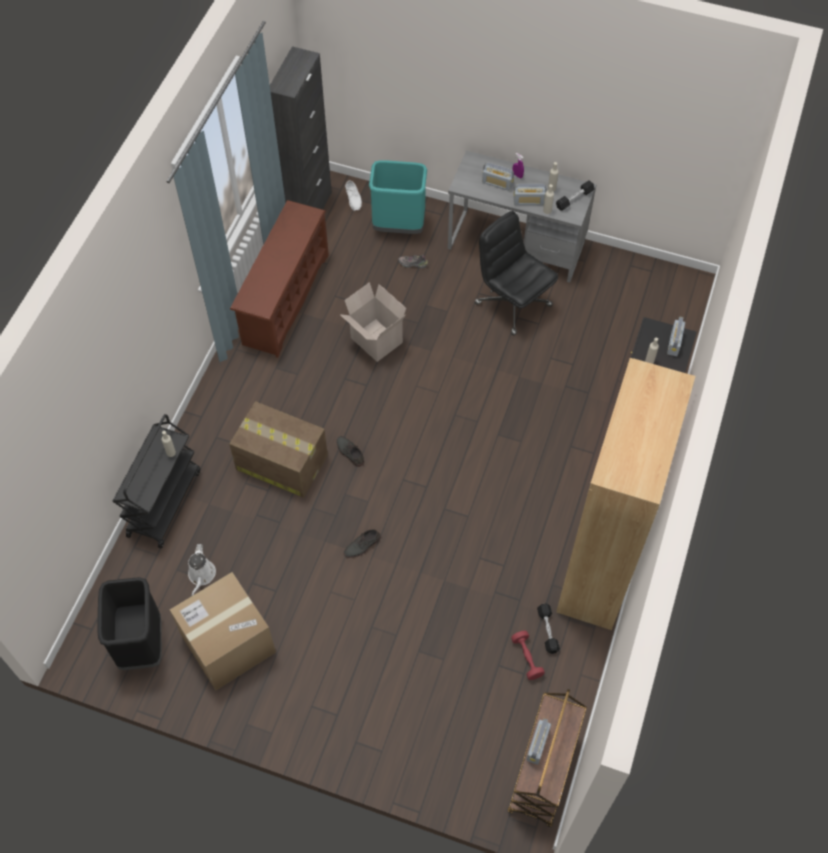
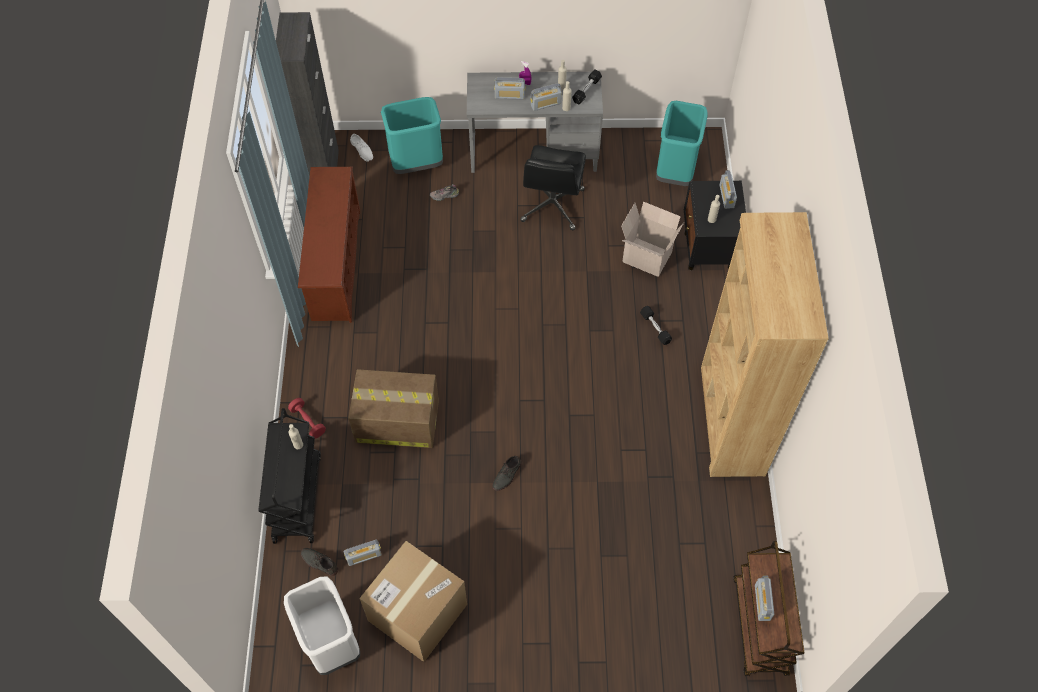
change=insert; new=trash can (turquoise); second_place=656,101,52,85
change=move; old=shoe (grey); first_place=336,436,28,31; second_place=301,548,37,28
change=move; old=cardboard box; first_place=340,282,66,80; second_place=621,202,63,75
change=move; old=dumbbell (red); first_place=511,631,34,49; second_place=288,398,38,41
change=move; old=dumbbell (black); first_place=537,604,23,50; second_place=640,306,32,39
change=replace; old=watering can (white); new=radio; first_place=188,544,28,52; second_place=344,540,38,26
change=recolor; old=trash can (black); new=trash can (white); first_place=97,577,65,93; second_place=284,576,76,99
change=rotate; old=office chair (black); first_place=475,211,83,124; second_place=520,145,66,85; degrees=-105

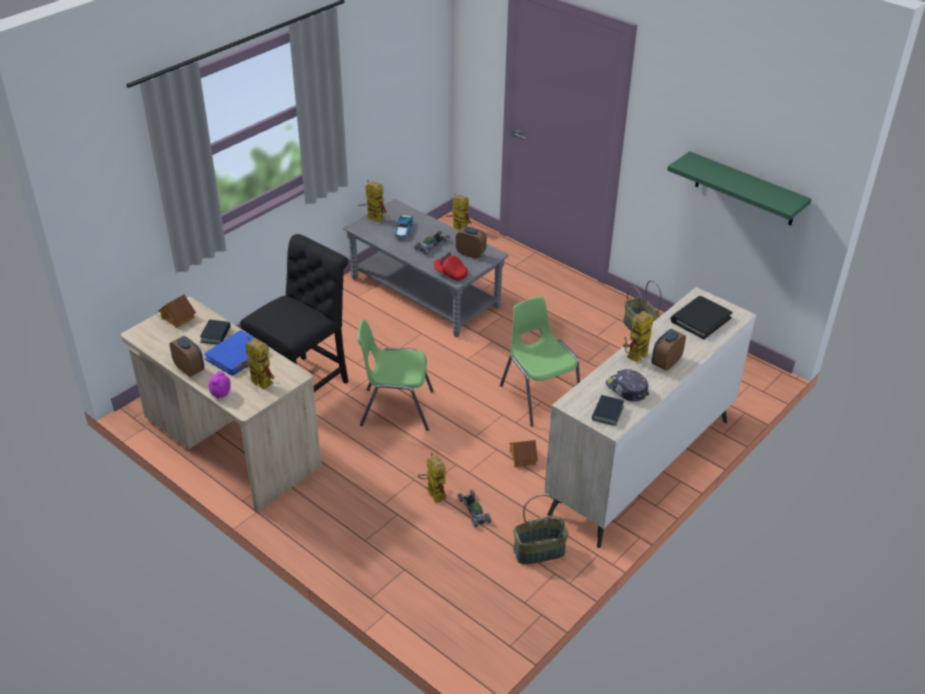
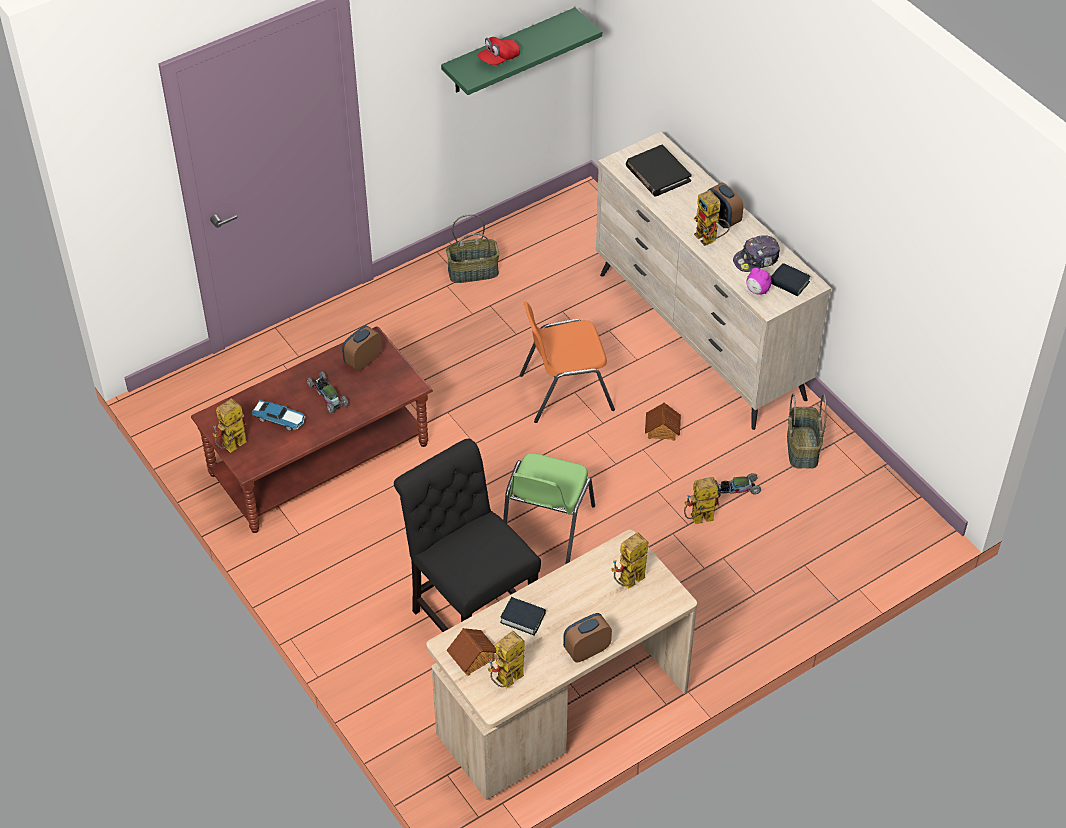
change=delete; old=book (blue); first_place=204,330,65,45
change=move; old=alarm clock; first_place=208,371,23,28; second_place=747,268,24,27
change=move; old=cap (red); first_place=434,252,34,29; second_place=478,37,42,28
change=move; old=toy robot; first_place=445,194,26,36; second_place=488,631,37,58
change=recolor; old=coffee table (grey); new=coffee table (brown); first_place=343,199,166,138; second_place=191,326,242,207
change=recolor; old=chair (green); new=chair (orange); first_place=500,297,80,129; second_place=520,302,95,121

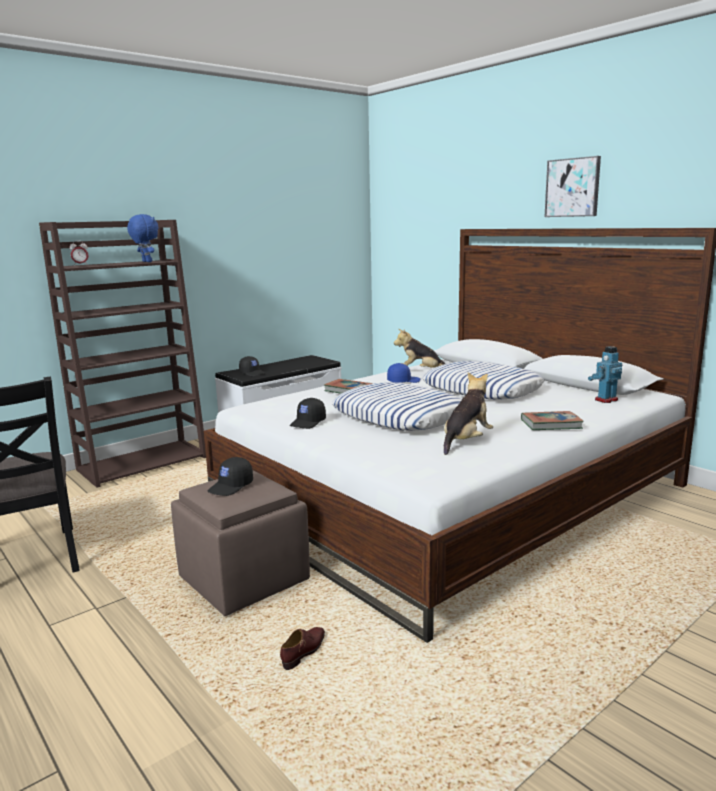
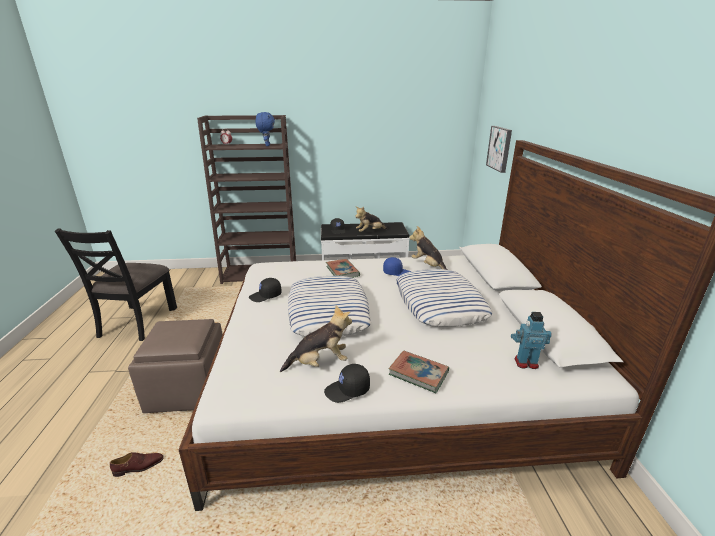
change=insert; new=plush toy; second_place=355,206,32,26
change=move; old=cap (black); first_place=208,457,45,39; second_place=324,364,46,39
change=move; old=picture; first_place=544,156,57,61; second_place=486,126,26,47

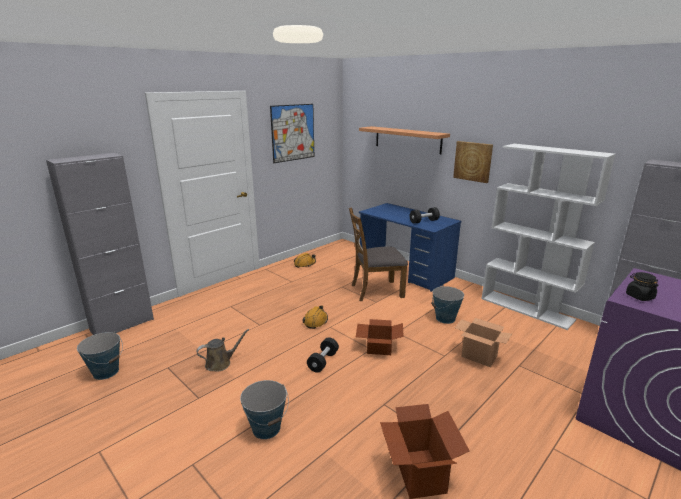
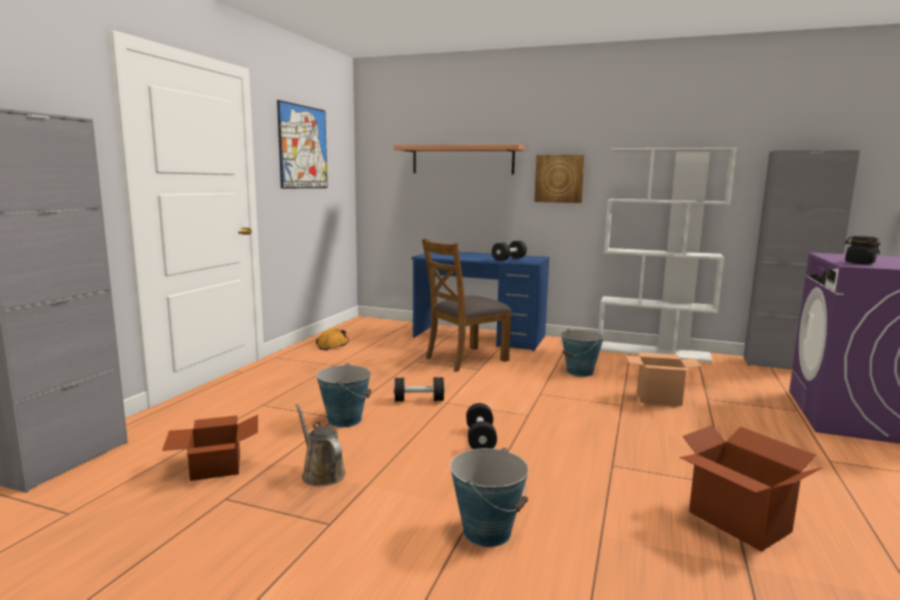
change=move; old=bucket; first_place=77,332,46,48; second_place=316,363,55,64
change=move; old=cardboard box; first_place=356,319,48,36; second_place=162,415,96,66
change=replace; old=hard hat (orange); new=dumbbell (black); first_place=303,305,25,24; second_place=393,377,52,25
change=rotate; old=watering can (brown); first_place=196,329,54,43; second_place=295,403,51,83; degrees=-75

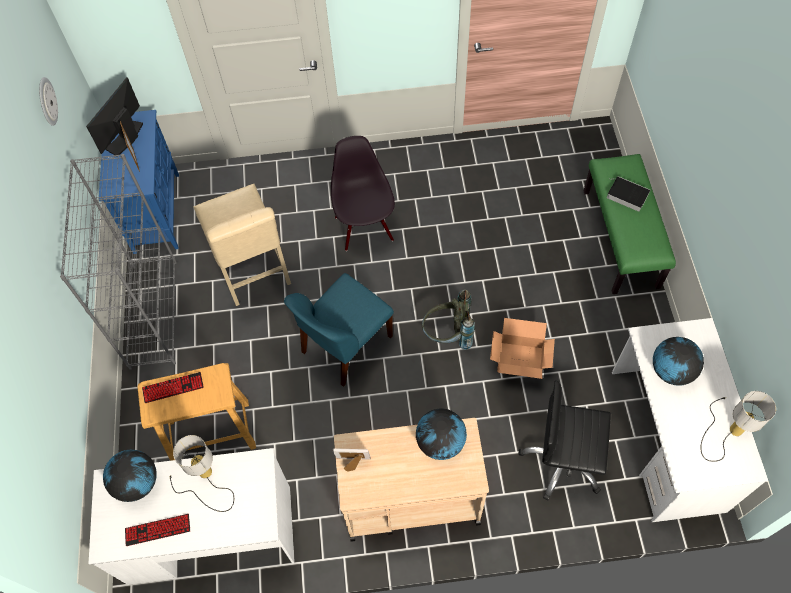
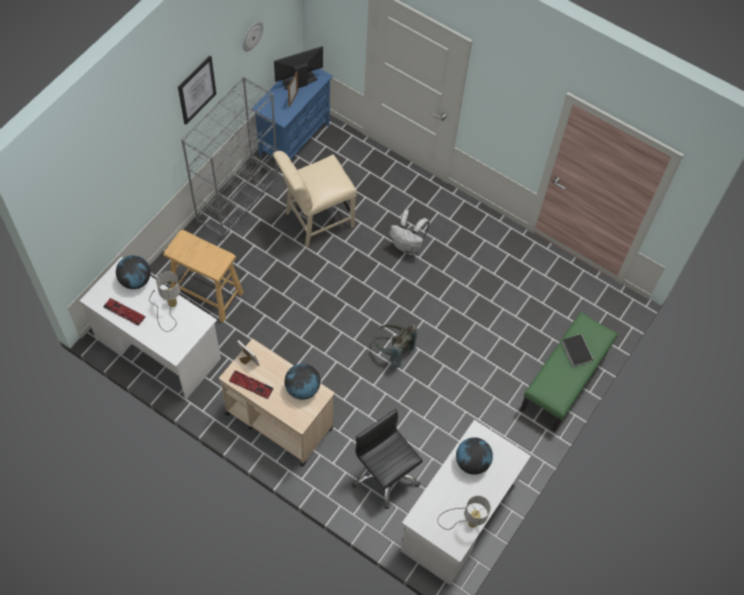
change=delete; old=chair (blue); first_place=284,273,110,114
change=delete; old=cardboard box; first_place=490,318,65,61
change=insert; new=picture; second_place=178,56,38,68
change=move; old=keyboard; first_place=142,372,62,31; second_place=229,370,45,29
change=replace; old=chair (black); new=backpack (white); first_place=331,136,64,115; second_place=389,210,41,45
change=rotate; old=chair (beige); first_place=194,184,97,122; second_place=273,151,84,96; degrees=45

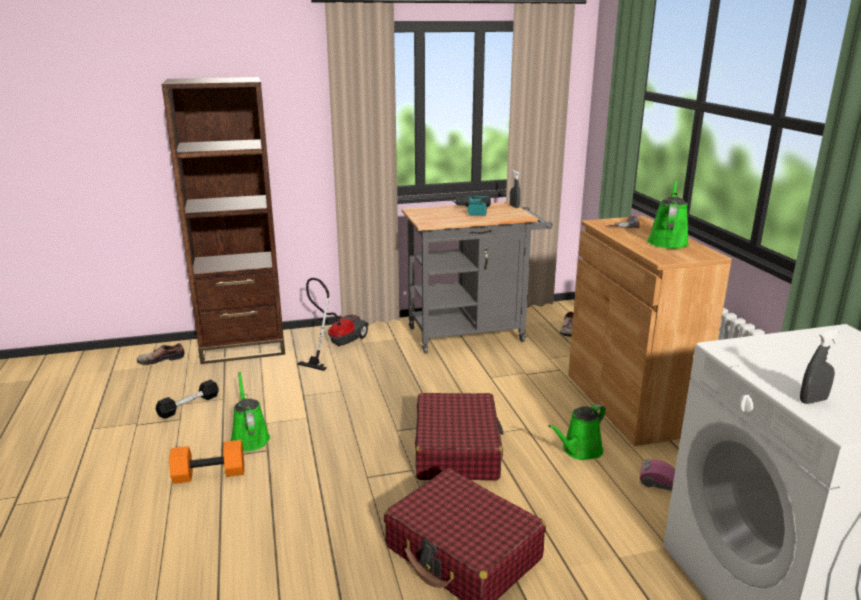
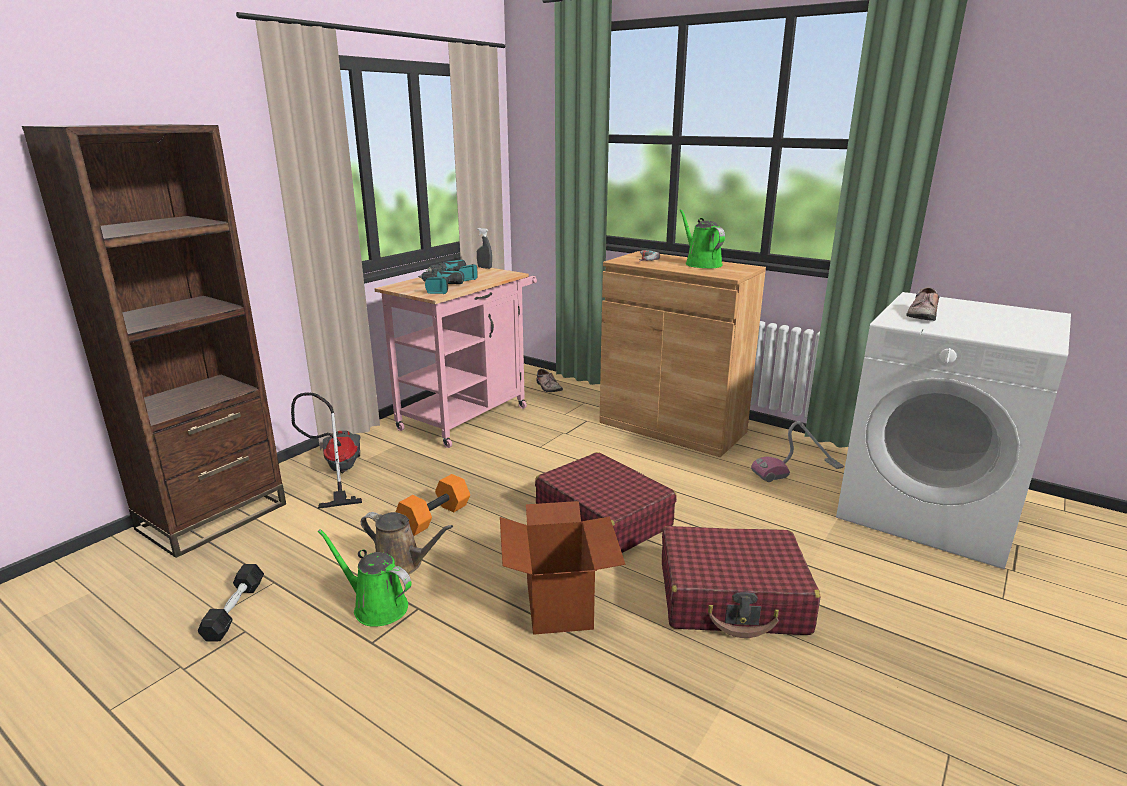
change=delete; old=watering can (green); first_place=548,404,58,56
change=delete; old=spray bottle (grey); first_place=800,328,42,76
change=insert; new=watering can (brown); second_place=361,512,92,66
change=insert; new=power drill; second_place=418,270,46,24
change=insert; new=cardboard box; second_place=500,501,125,134
change=move; old=shoe; first_place=137,343,47,22; second_place=906,287,34,34
change=move; old=dumbbell (orange); first_place=169,440,75,44; second_place=396,474,74,62
change=recolor; old=cart (grey); new=cart (pink); first_place=402,202,151,152; second_place=374,265,163,183

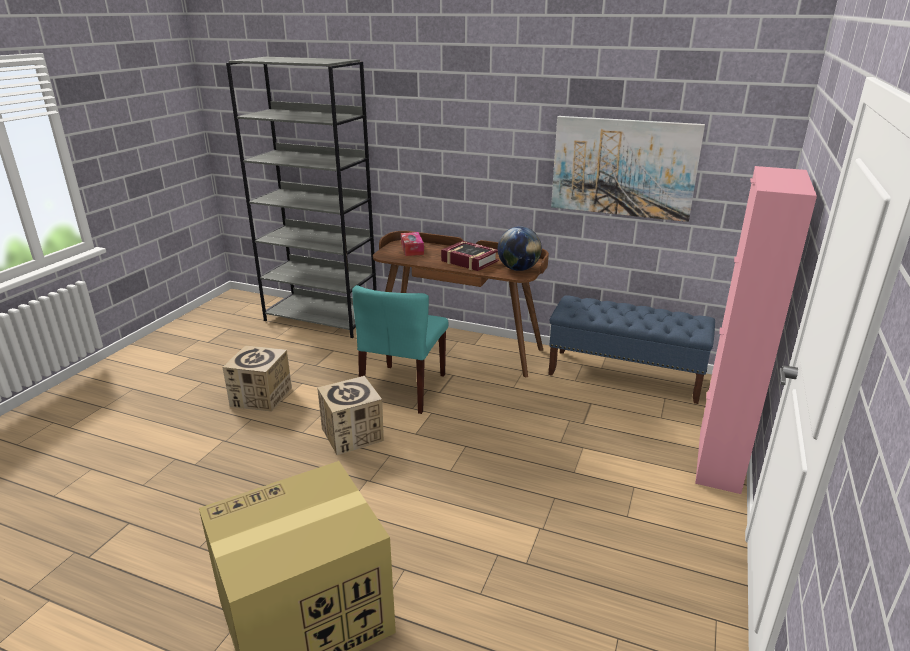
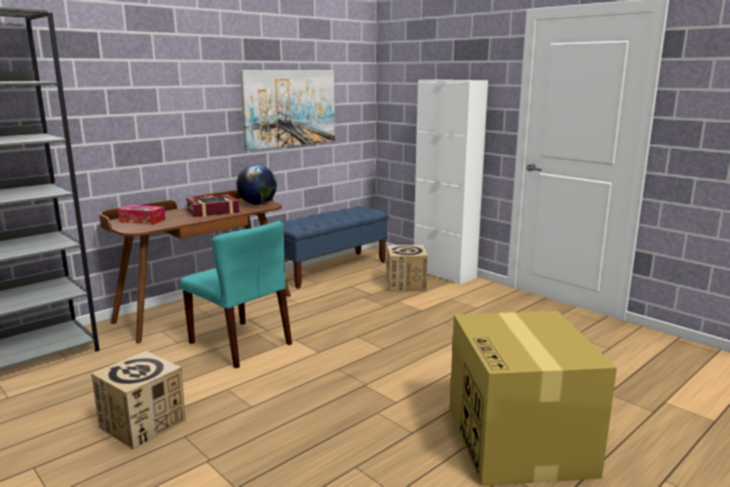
change=move; old=cardboard box; first_place=317,376,67,79; second_place=387,245,41,47
change=recolor; old=cabinet (pink); new=cabinet (white); first_place=695,166,122,328; second_place=414,80,74,204

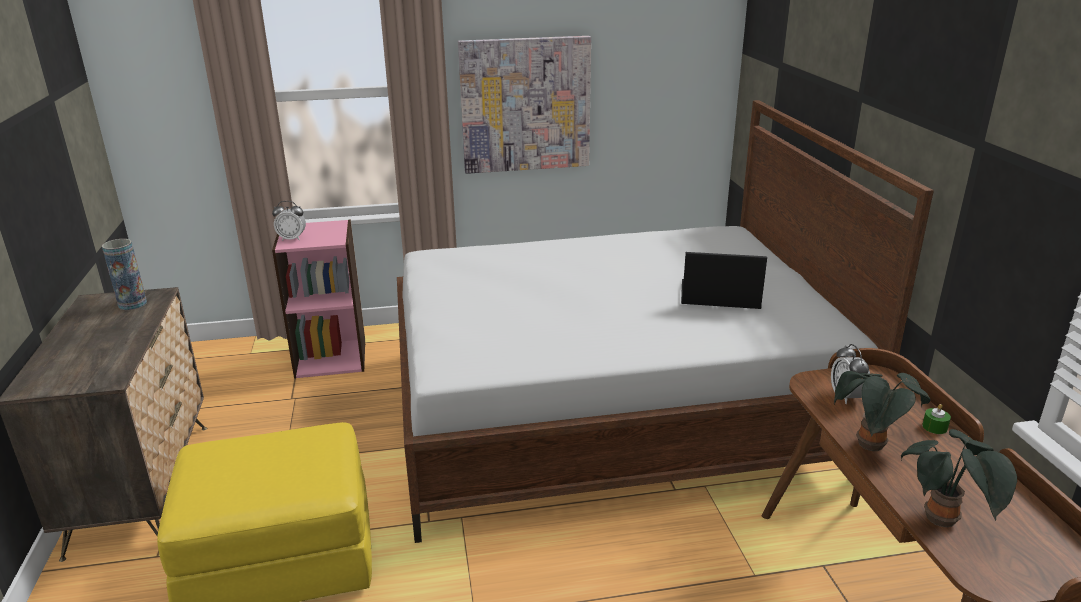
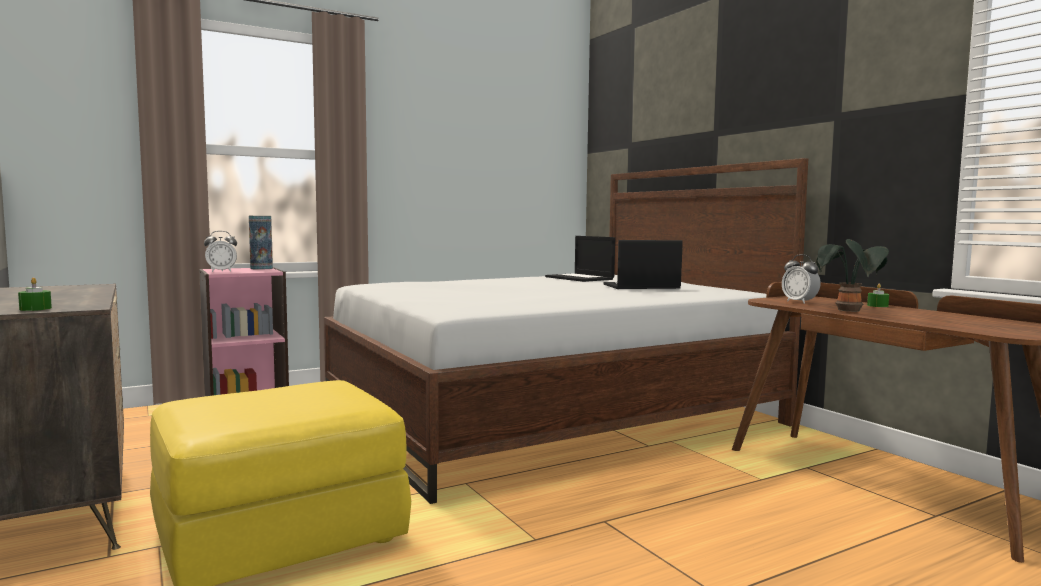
change=delete; old=picture; first_place=458,36,133,138
change=delete; old=potted plant; first_place=901,429,116,99
change=insert; new=candle (green); second_place=18,277,34,34
change=insert; new=laptop; second_place=545,236,70,46
change=move; old=vase; first_place=102,239,45,71; second_place=249,216,24,54

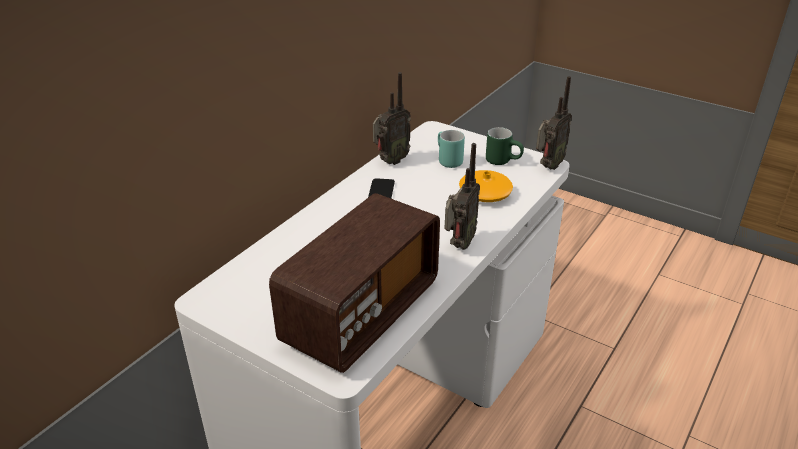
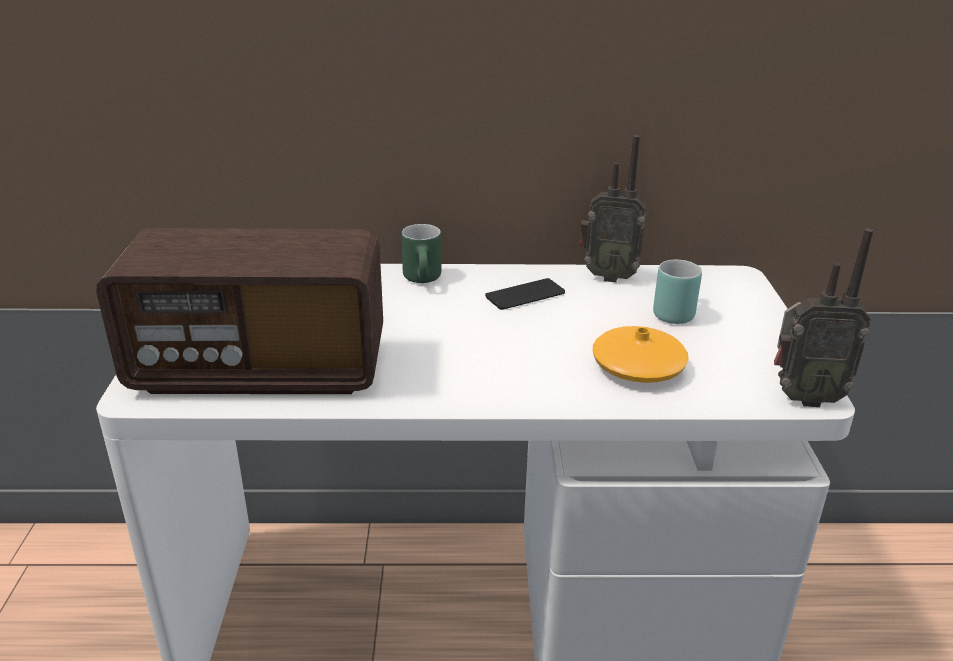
change=delete; old=radio; first_place=444,143,36,107
change=move; old=mug (green); first_place=486,127,38,38; second_place=401,224,40,59

